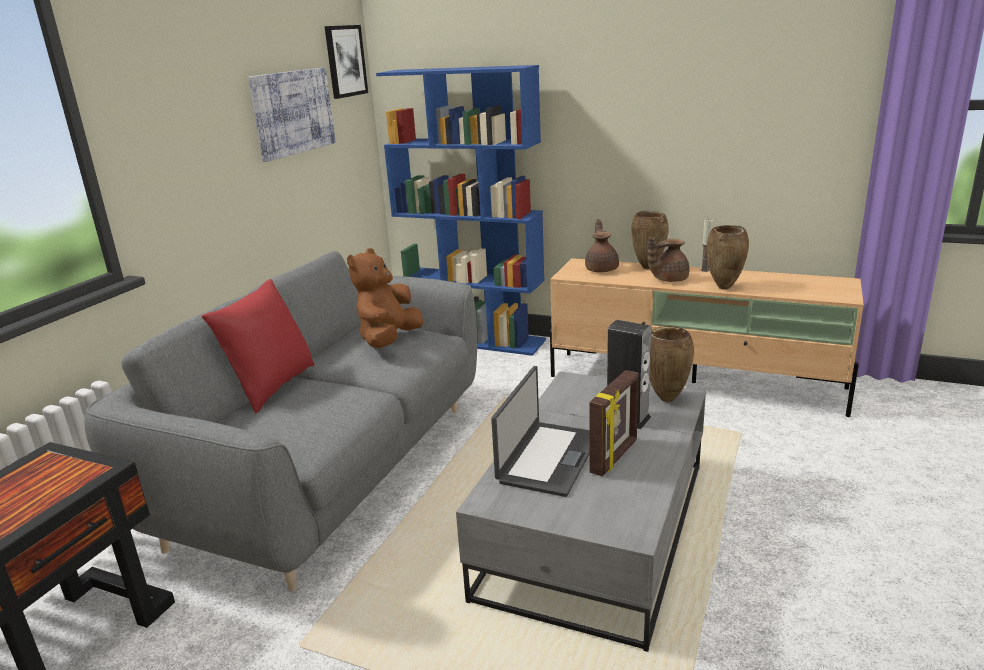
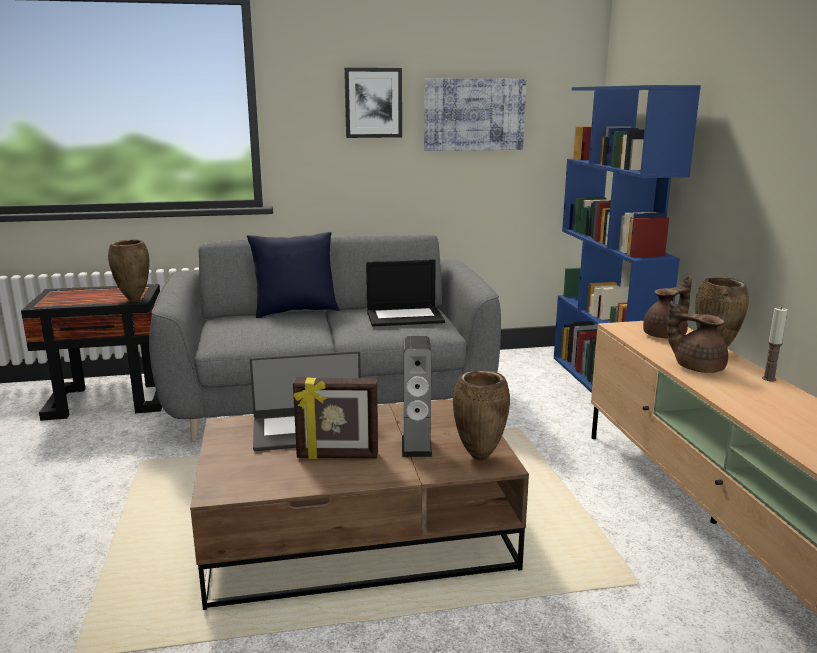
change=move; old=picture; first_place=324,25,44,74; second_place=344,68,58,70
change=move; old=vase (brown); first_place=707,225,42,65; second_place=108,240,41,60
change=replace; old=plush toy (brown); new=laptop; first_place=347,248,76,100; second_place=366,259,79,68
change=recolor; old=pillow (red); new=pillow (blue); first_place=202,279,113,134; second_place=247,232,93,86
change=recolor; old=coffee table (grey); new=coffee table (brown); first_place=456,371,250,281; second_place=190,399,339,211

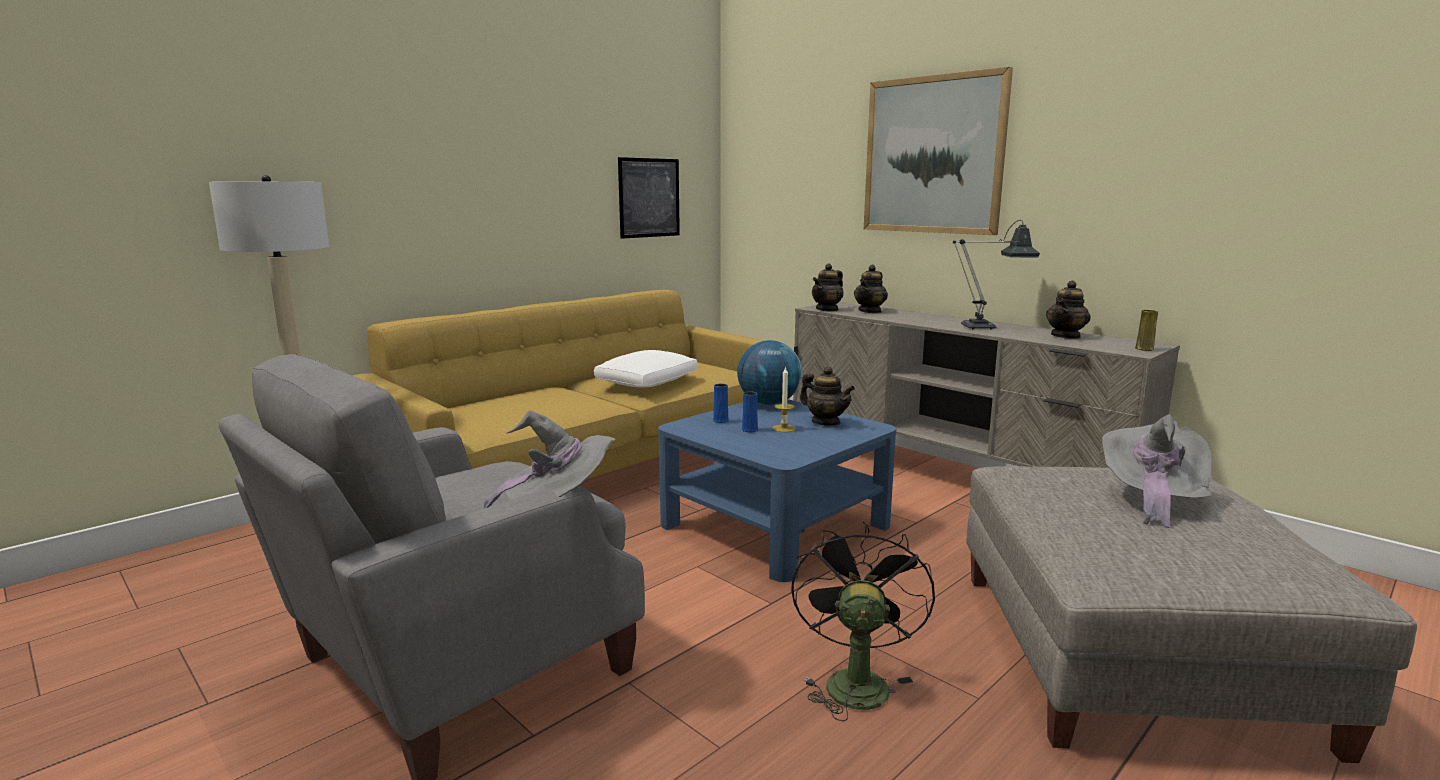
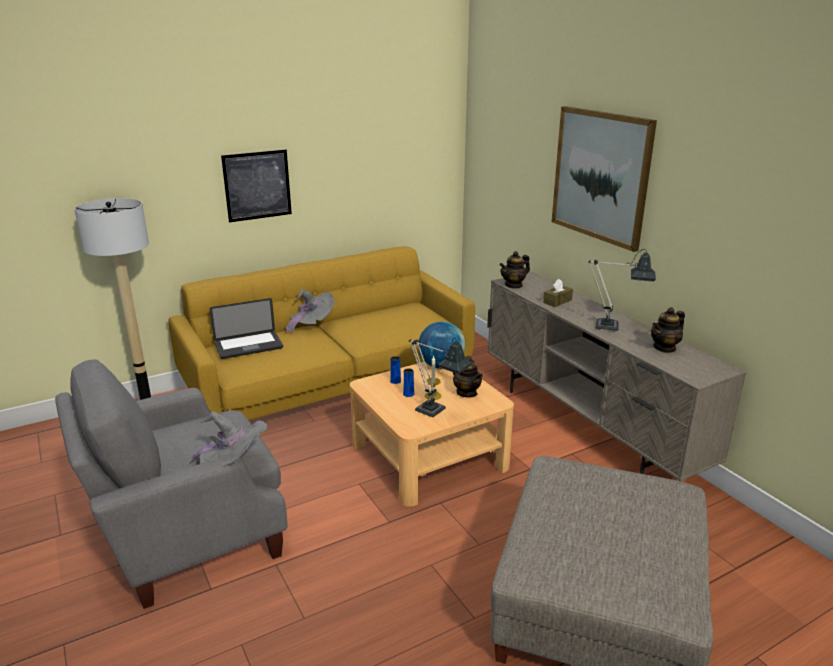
change=delete; old=pillow (white); first_place=594,350,104,38
change=delete; old=fan (black); first_place=791,521,144,200
change=delete; old=teapot; first_place=854,265,34,48
change=delete; old=vase (yellow); first_place=1135,310,23,41
change=insert; new=laptop; second_place=210,298,73,61
change=insert; new=table lamp; second_place=409,337,63,80
change=insert; new=tissue box (brown); second_place=543,279,30,28
change=move; old=picture; first_place=618,157,62,82; second_place=221,150,71,72
change=move; old=hat (grey); first_place=1102,415,110,113; second_place=285,289,50,46
change=recolor; old=coffee table (blue); new=coffee table (beige); first_place=658,399,238,183; second_place=350,362,164,145

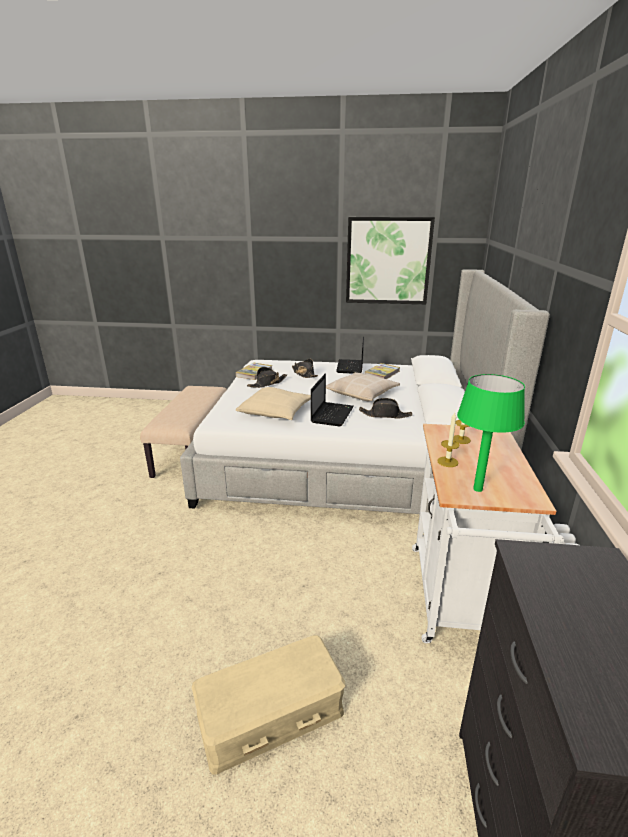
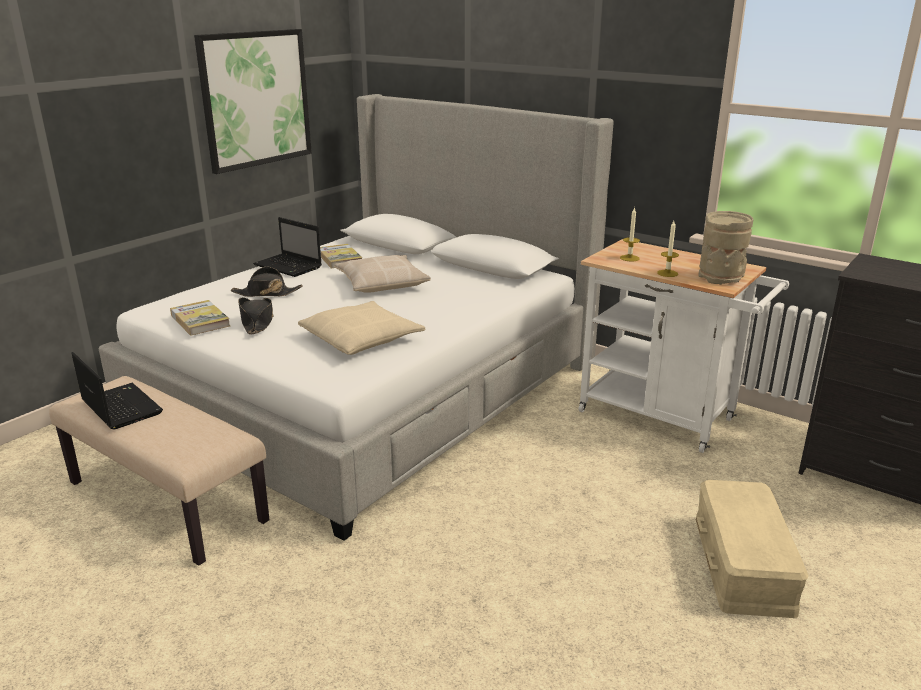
change=delete; old=hat (black); first_place=359,398,53,21
change=move; old=laptop; first_place=311,374,43,52; second_place=71,352,92,77
change=replace; old=table lamp (green); new=vase (beige); first_place=457,374,68,118; second_place=698,211,55,74

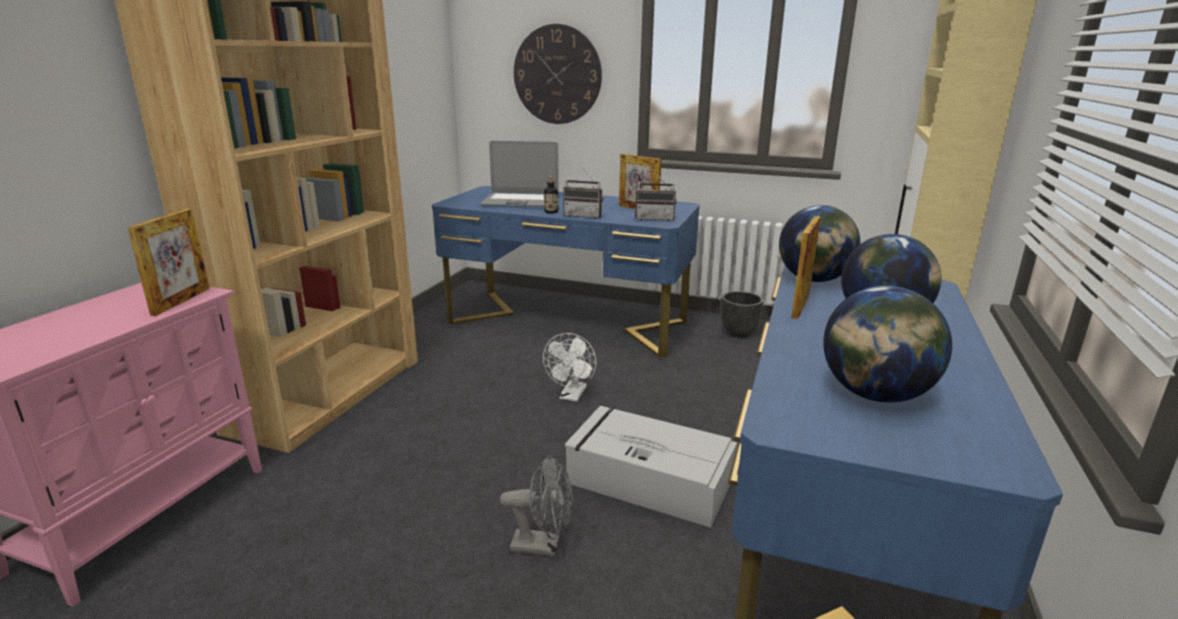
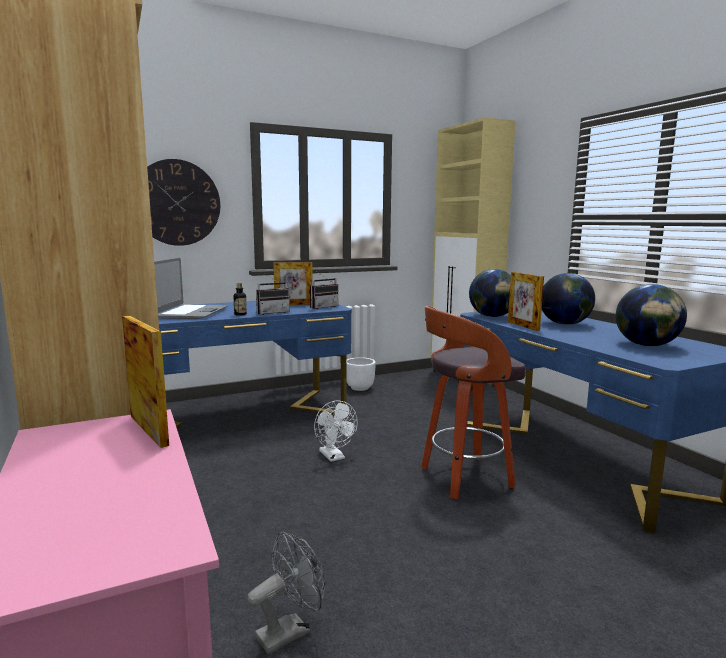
change=move; old=fan (grey); first_place=500,455,73,101; second_place=247,532,78,122
change=replace; old=storage box (grey); new=stool; first_place=565,405,172,123; second_place=421,306,105,193
change=recolor; old=planter (black); new=planter (white); first_place=721,291,43,46; second_place=346,357,30,34
change=rotate; old=laptop; first_place=480,141,79,66; second_place=154,258,74,61; degrees=-45

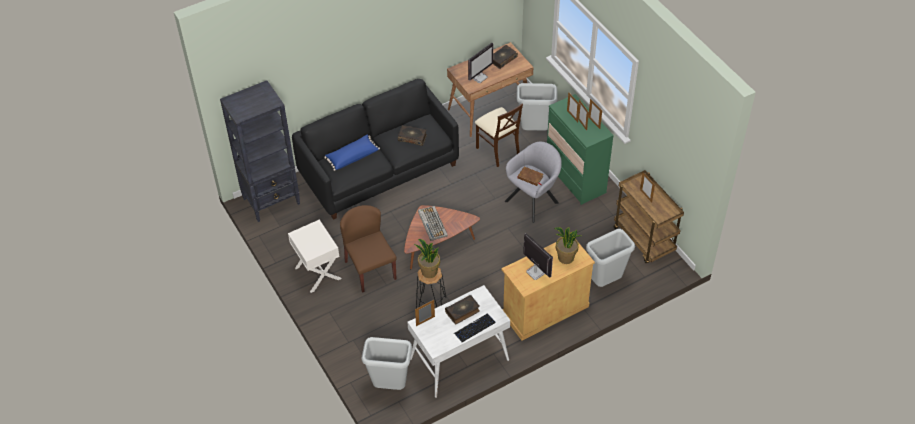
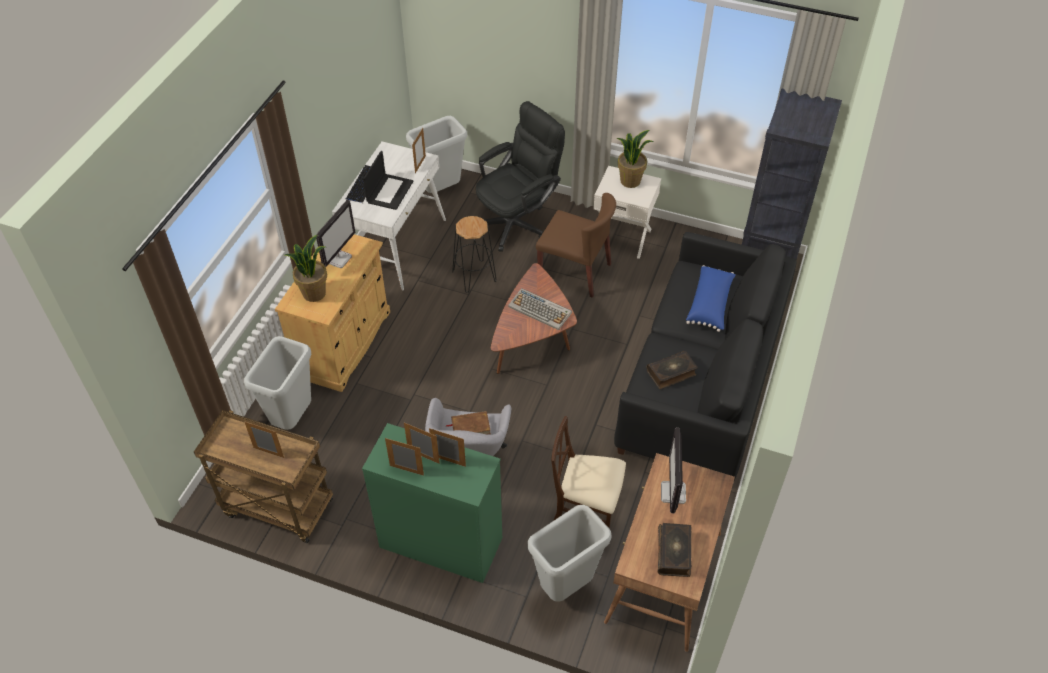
change=insert; new=office chair (black); second_place=476,101,89,151
change=move; old=potted plant; first_place=414,239,26,39; second_place=617,130,36,58
change=replace; old=book; new=laptop; first_place=445,295,35,29; second_place=363,151,50,59
change=rotate; old=monitor; first_place=523,233,30,47; second_place=316,200,40,68; degrees=-75

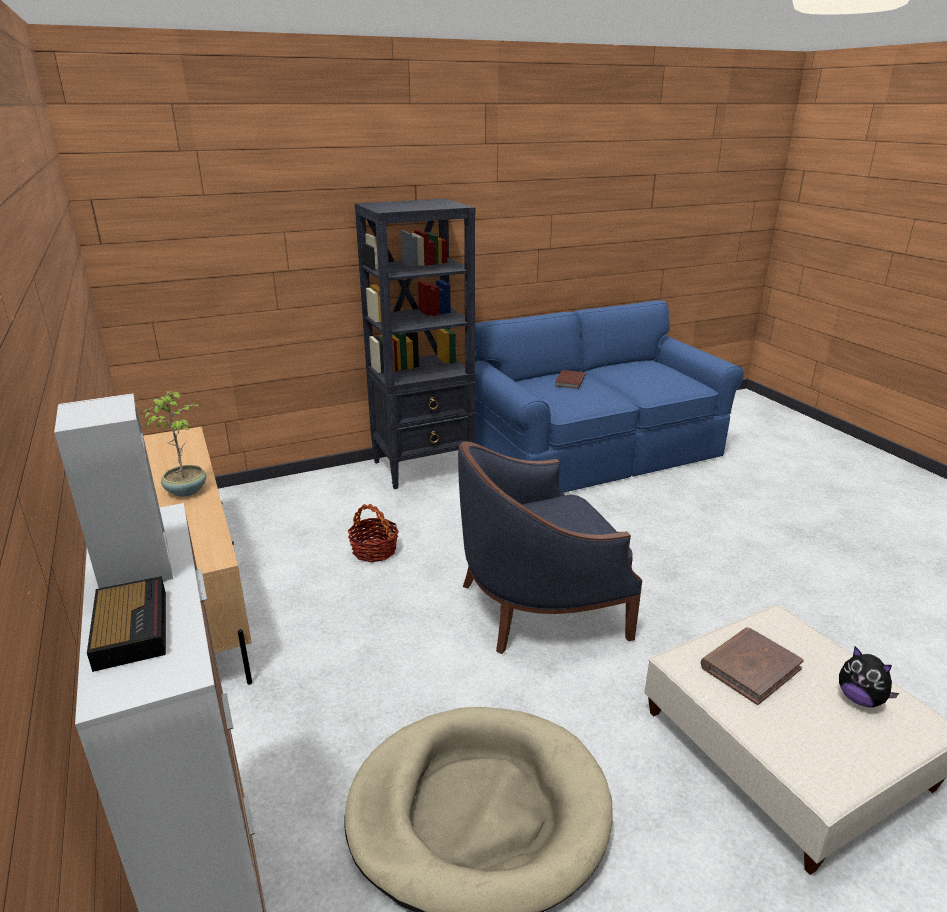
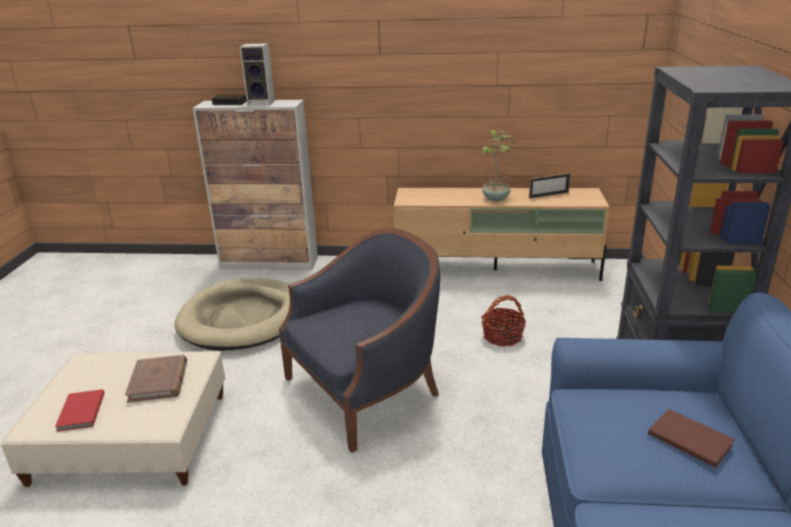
change=insert; new=picture frame; second_place=529,173,41,26
change=replace; old=plush toy; new=book (red); first_place=839,646,60,61; second_place=55,389,50,43
change=rotate; old=armchair (blue); first_place=458,441,184,213; second_place=279,228,161,225; degrees=45

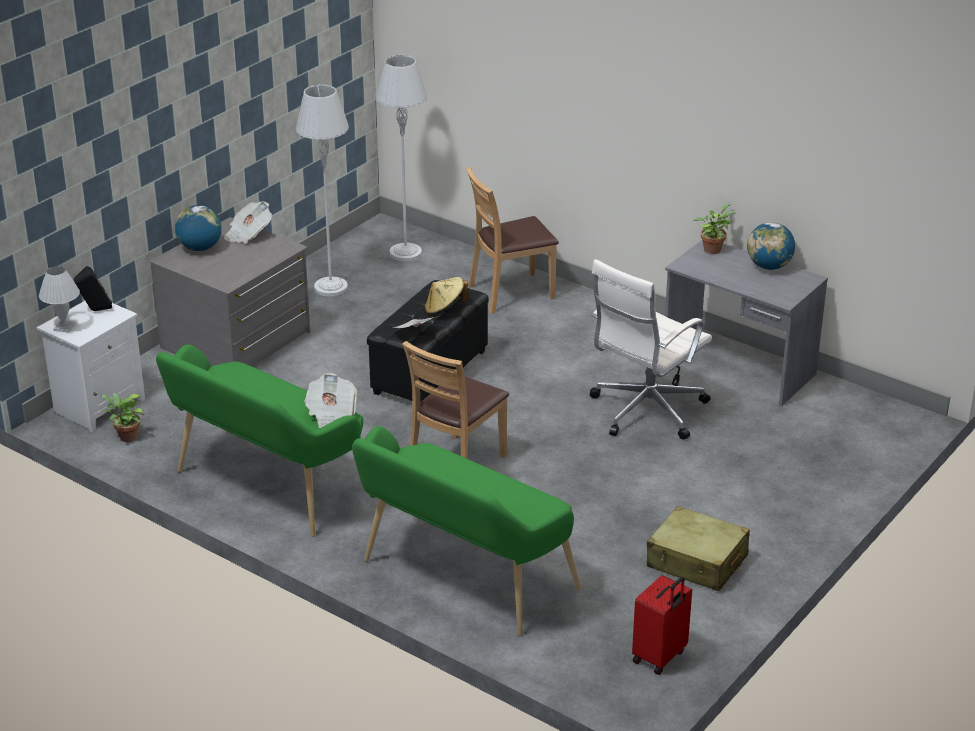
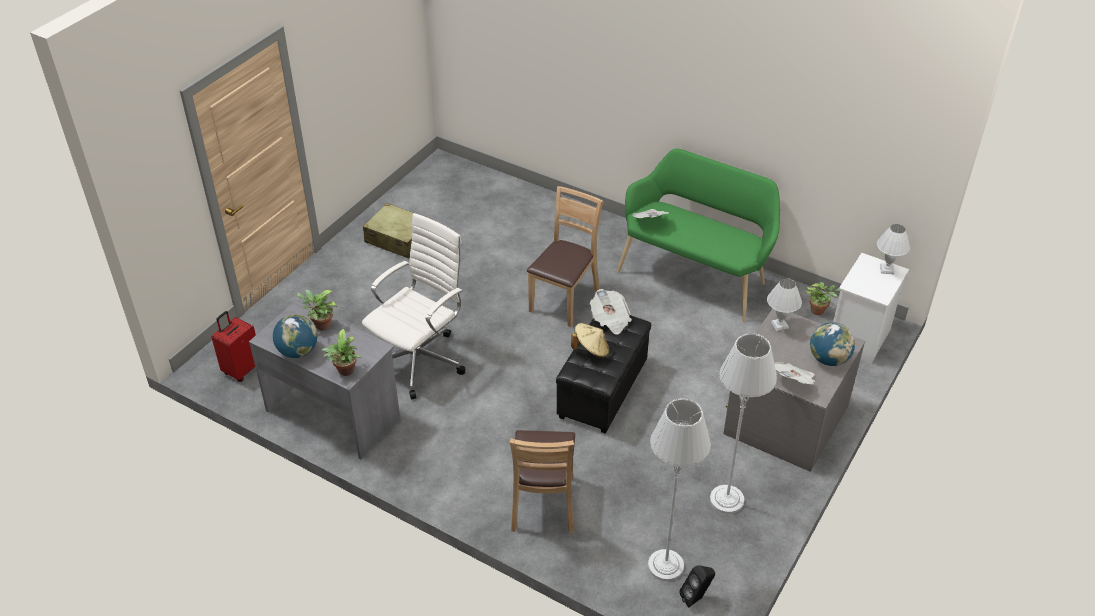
change=delete; old=bench (green); first_place=352,426,229,210
change=insert; new=potted plant; second_place=296,289,42,41
change=insert; new=table lamp (white); second_place=767,278,35,53
change=move; old=speaker (black); first_place=74,266,38,45; second_place=679,565,36,42
change=move; old=suitcase (red); first_place=632,575,60,100; second_place=212,311,44,71
change=rotate; old=chair (brown); first_place=466,166,93,148; second_place=509,430,66,104; degrees=120

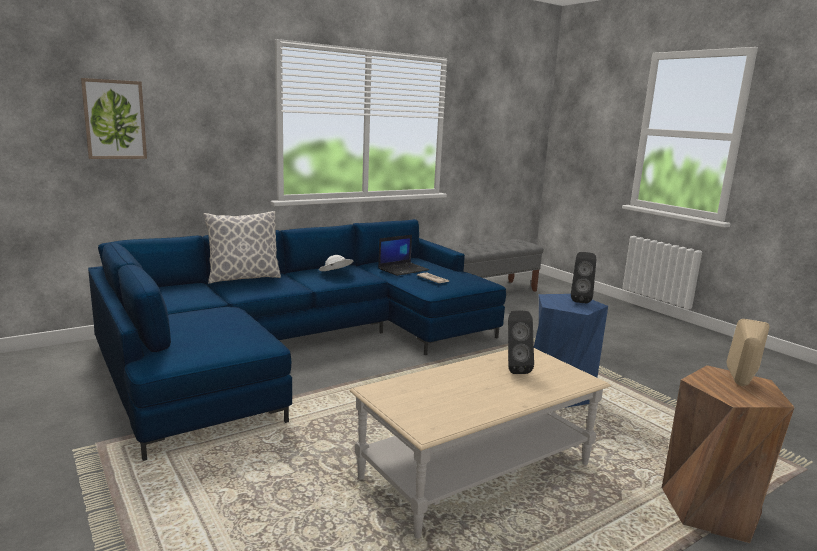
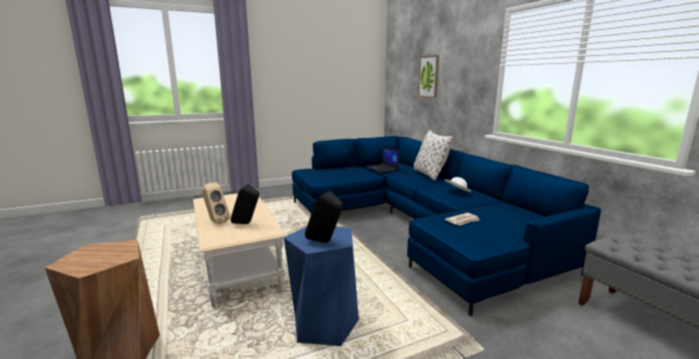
change=move; old=laptop; first_place=378,235,51,41; second_place=367,146,32,27
change=move; old=speaker (beige); first_place=727,319,43,67; second_place=202,182,28,42

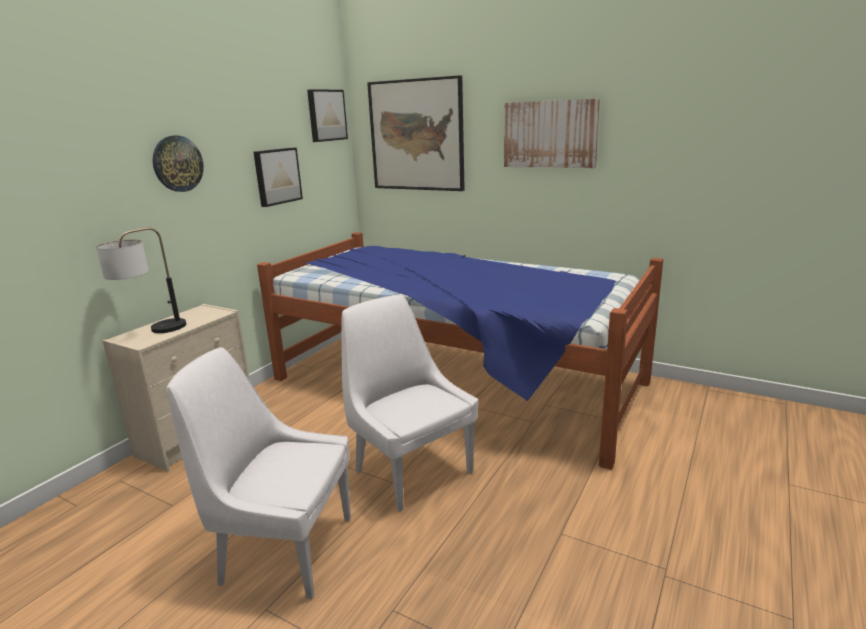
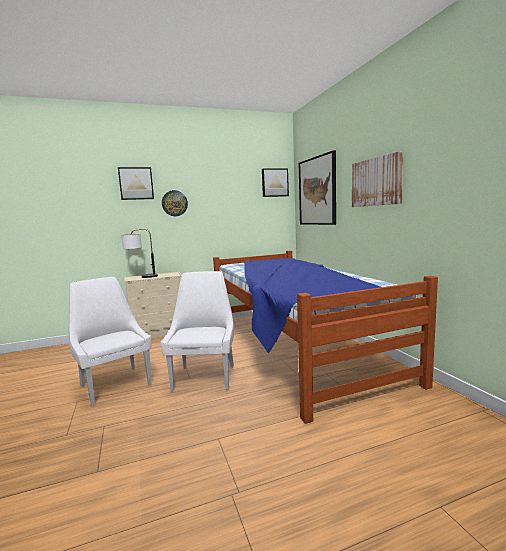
change=move; old=picture; first_place=253,148,50,59; second_place=118,167,36,33

